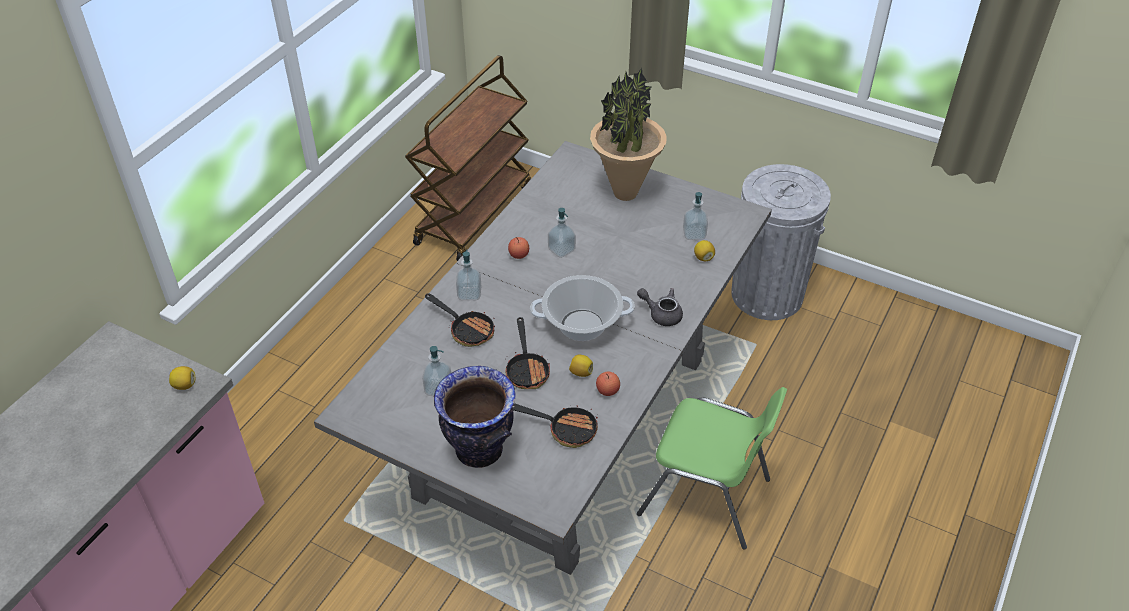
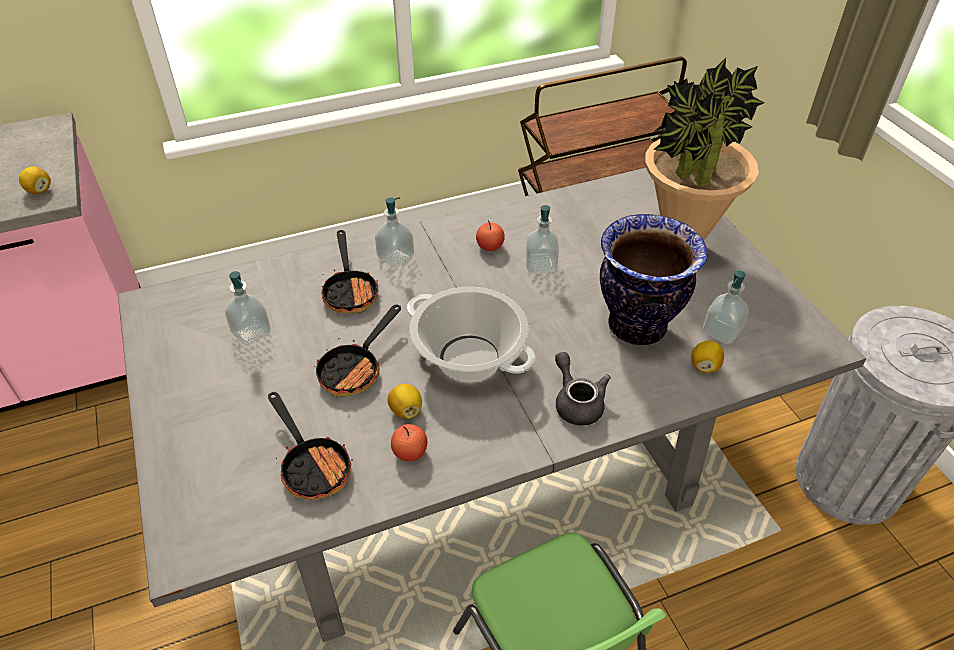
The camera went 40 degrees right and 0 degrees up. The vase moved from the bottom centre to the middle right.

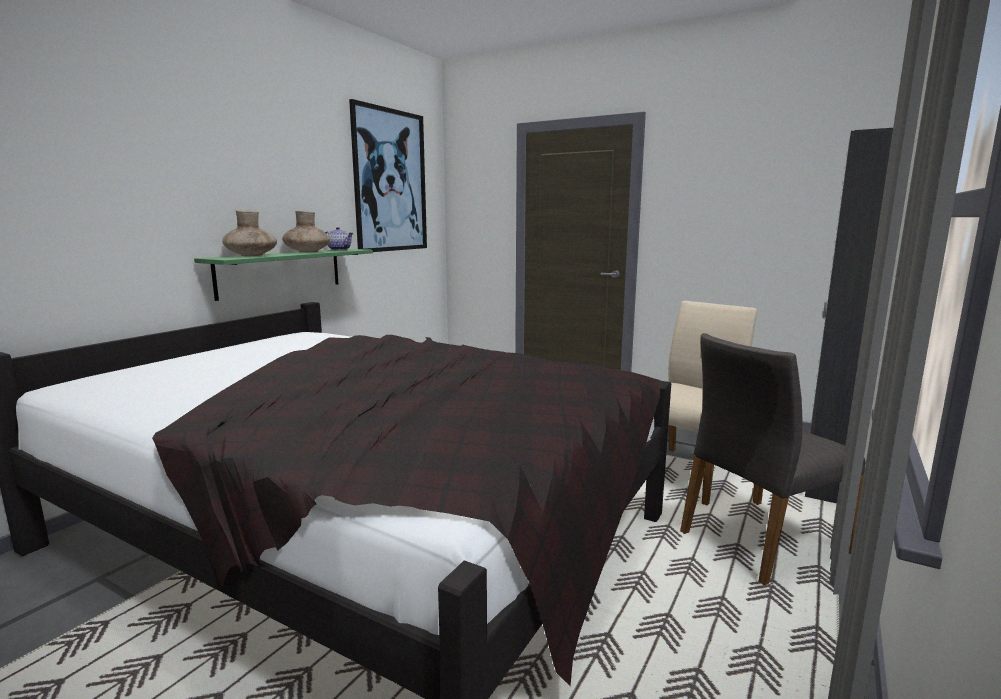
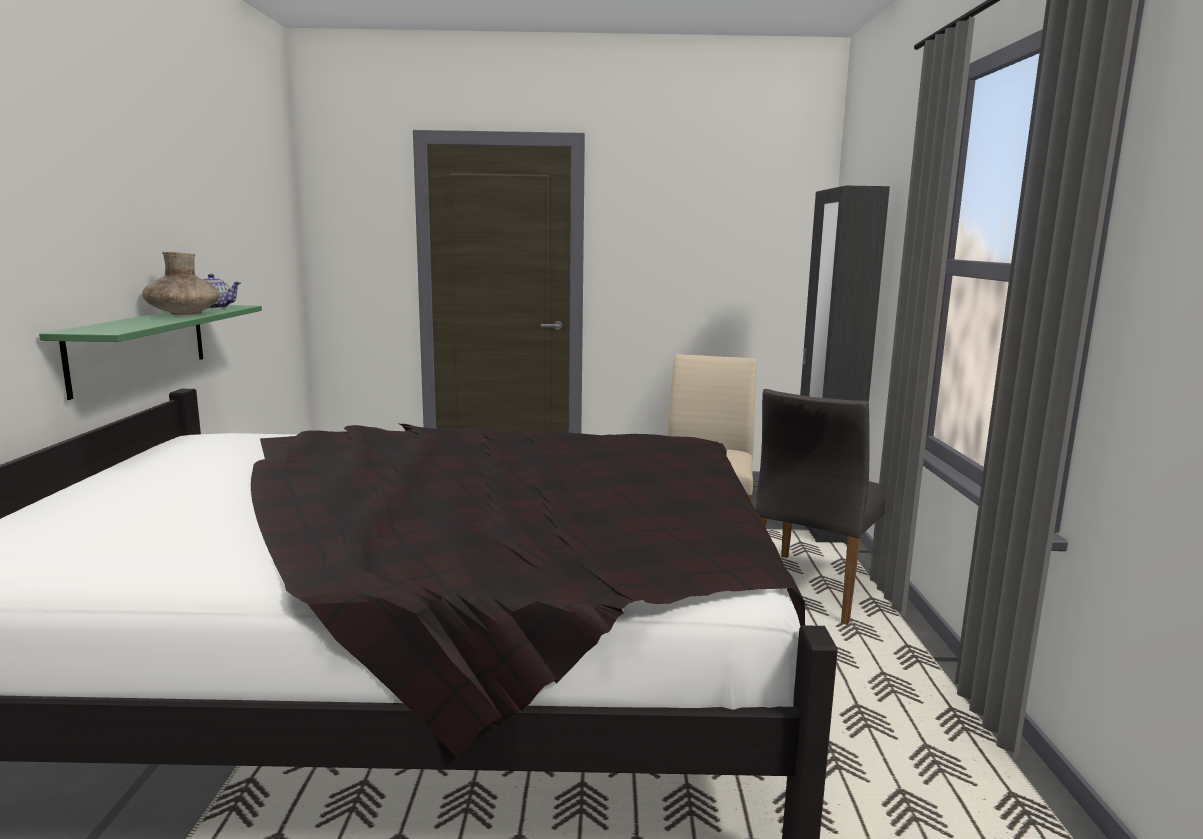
The camera went 30 degrees left and 0 degrees up. The vase (brown) (1st from left) at the middle left disappeared. The picture at the top centre disappeared.

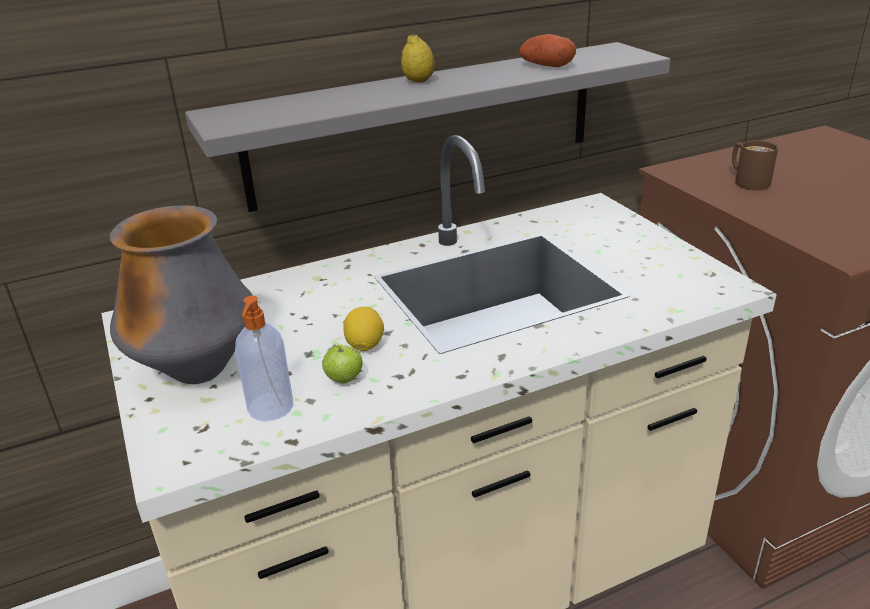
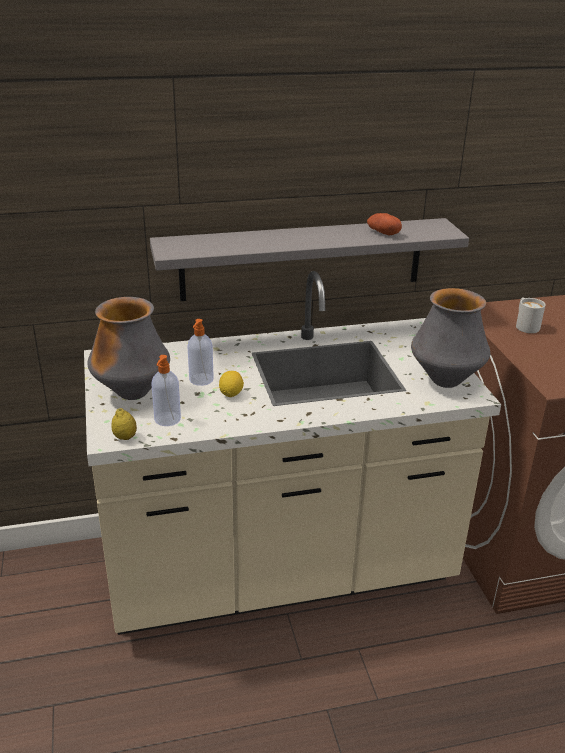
The camera went 10 degrees right and 0 degrees up. The apple at the centre disappeared. The soap dispenser (2nd from left) at the centre appeared. The vase (2nd from left) at the middle right appeared. The lemon (2nd from left in the first image) moved from the top centre to the middle left. The mug (brown) at the top right became the mug (white) at the middle right.

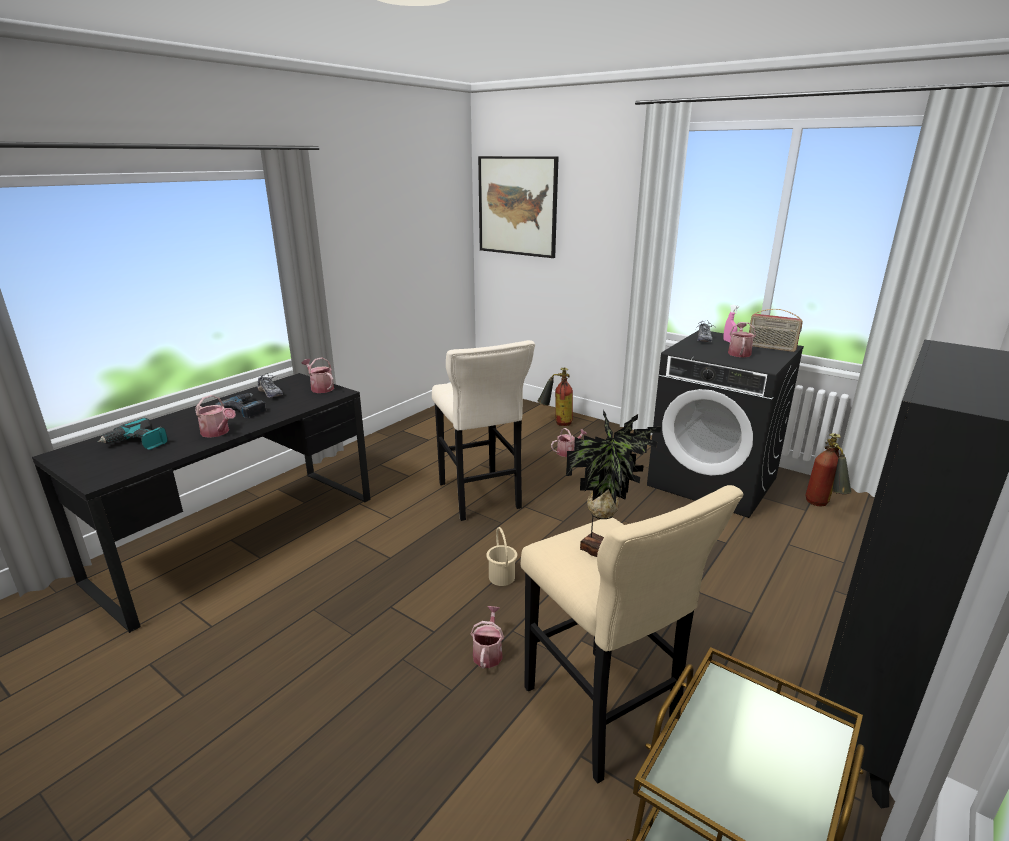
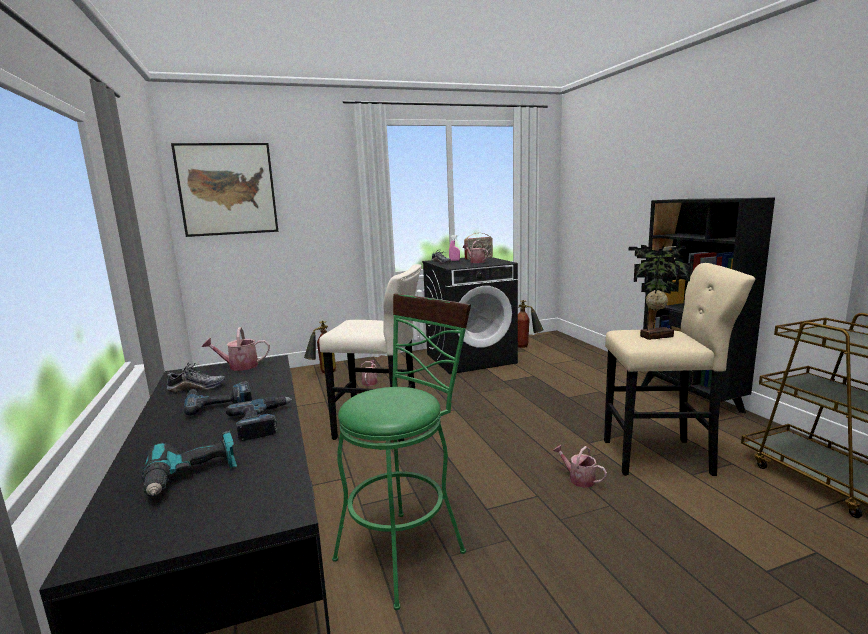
The camera went 55 degrees left and 10 degrees down. The bucket (beige) at the centre disappeared. The stool (green) at the bottom centre appeared. The watering can (1st from left) at the middle left was replaced by the power drill (3rd from left) at the middle left.

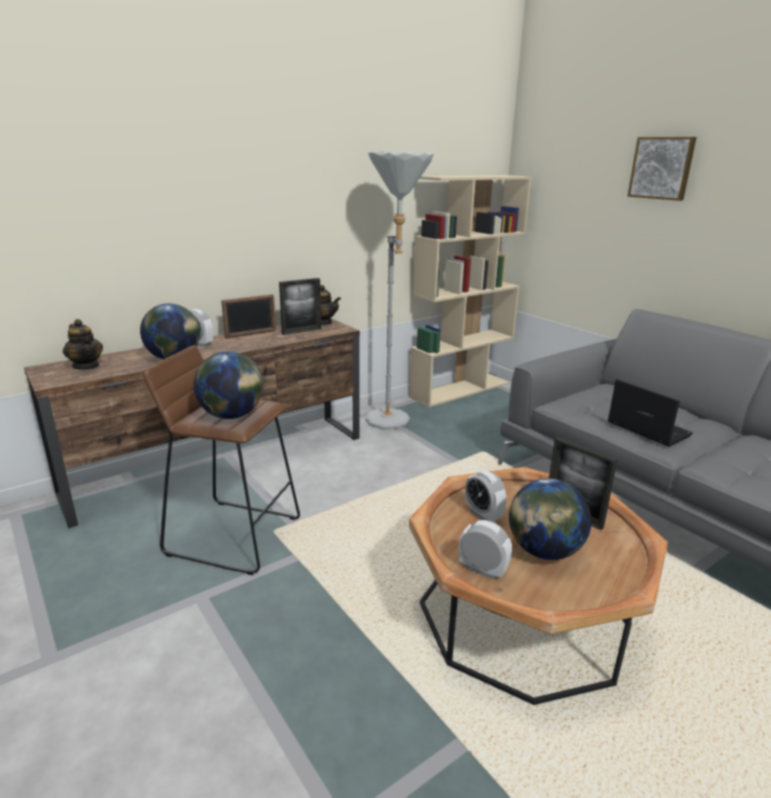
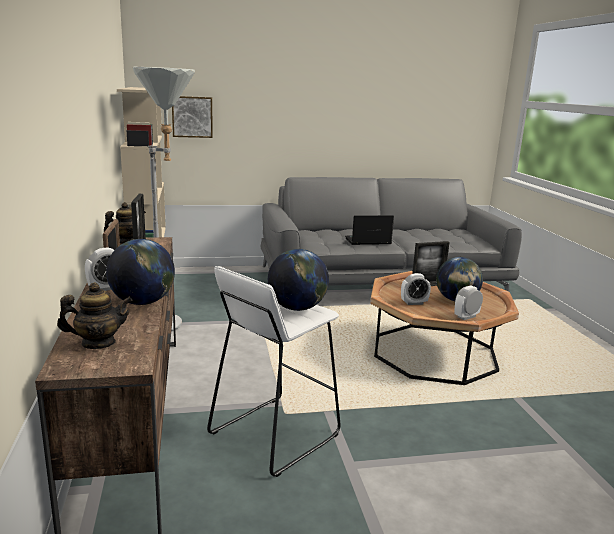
The camera went 65 degrees left and 5 degrees down. The picture moved from the top right to the top left. The stool (brown) at the middle left became the stool (white) at the bottom centre.

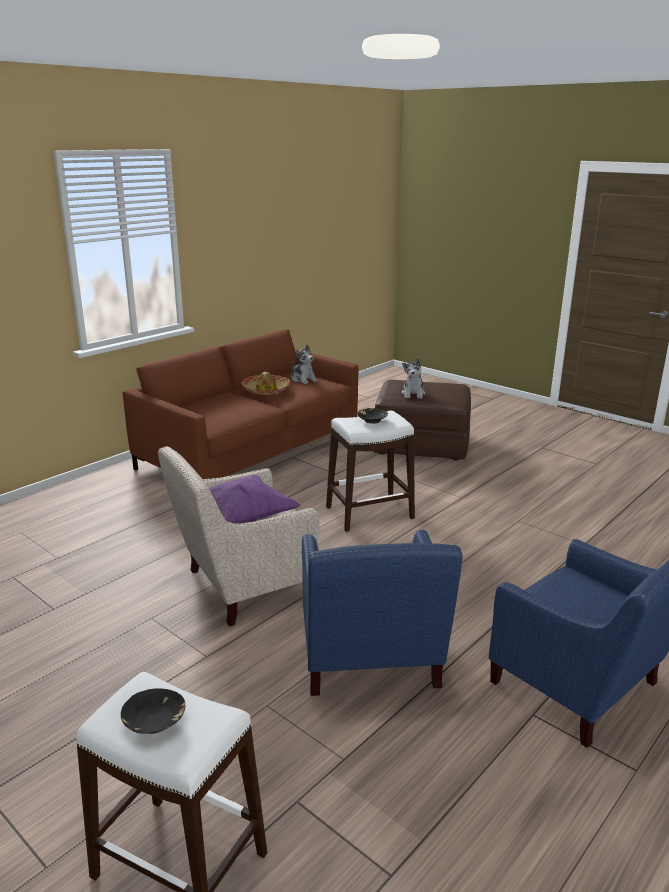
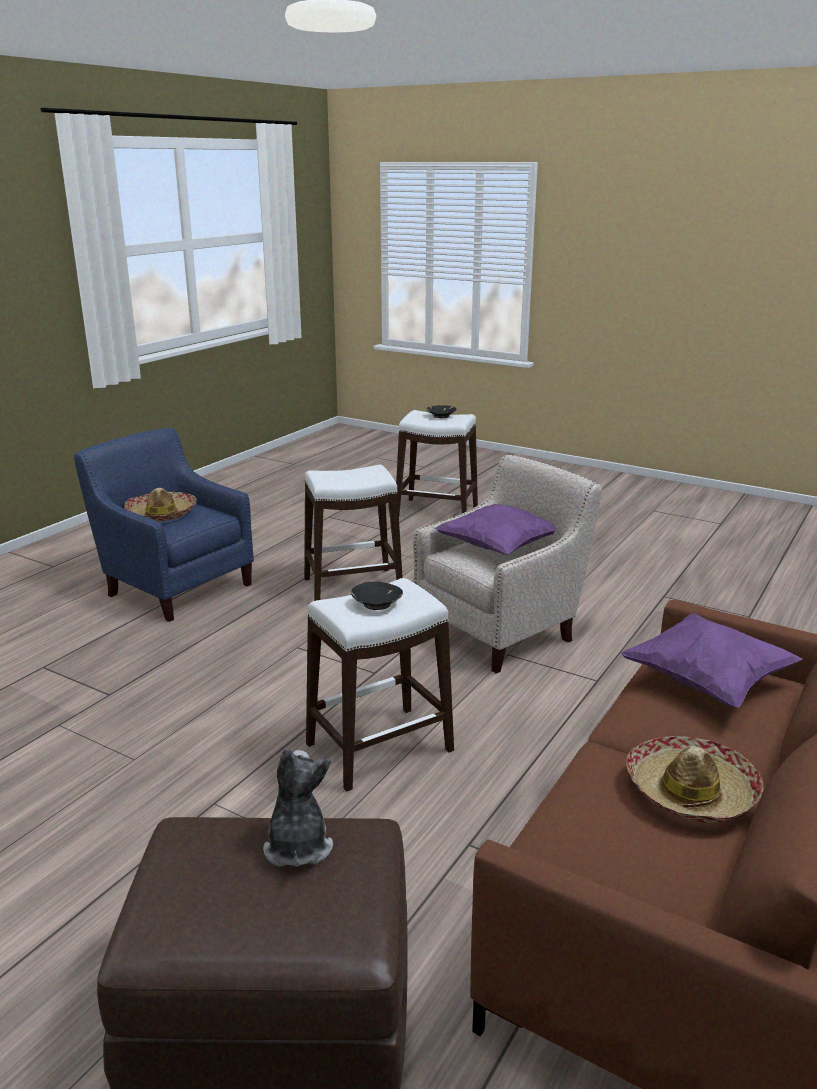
The camera went 170 degrees right and 0 degrees up. The plush toy (1st from left) at the centre disappeared. The hat (1st from left) at the middle left appeared. The pillow (purple) (2nd from left) at the middle right appeared. The armchair (blue) (1st from left) at the bottom centre was replaced by the stool (white) (1st from left) at the centre.

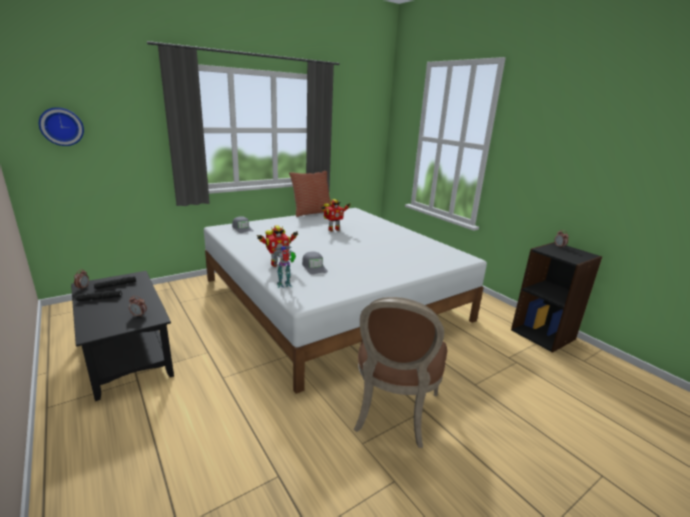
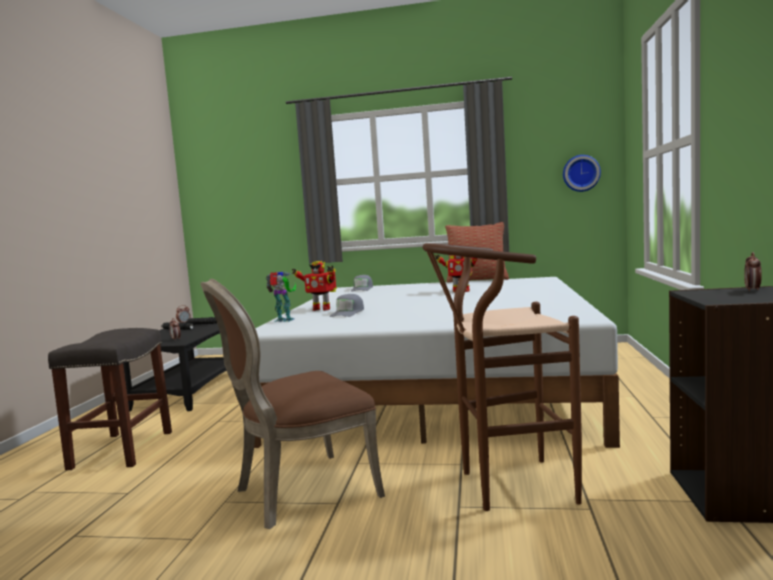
The camera went 45 degrees right and 15 degrees down. The stool (grey) at the bottom left appeared. The stool (brown) at the centre appeared. The wall clock moved from the top left to the top right.

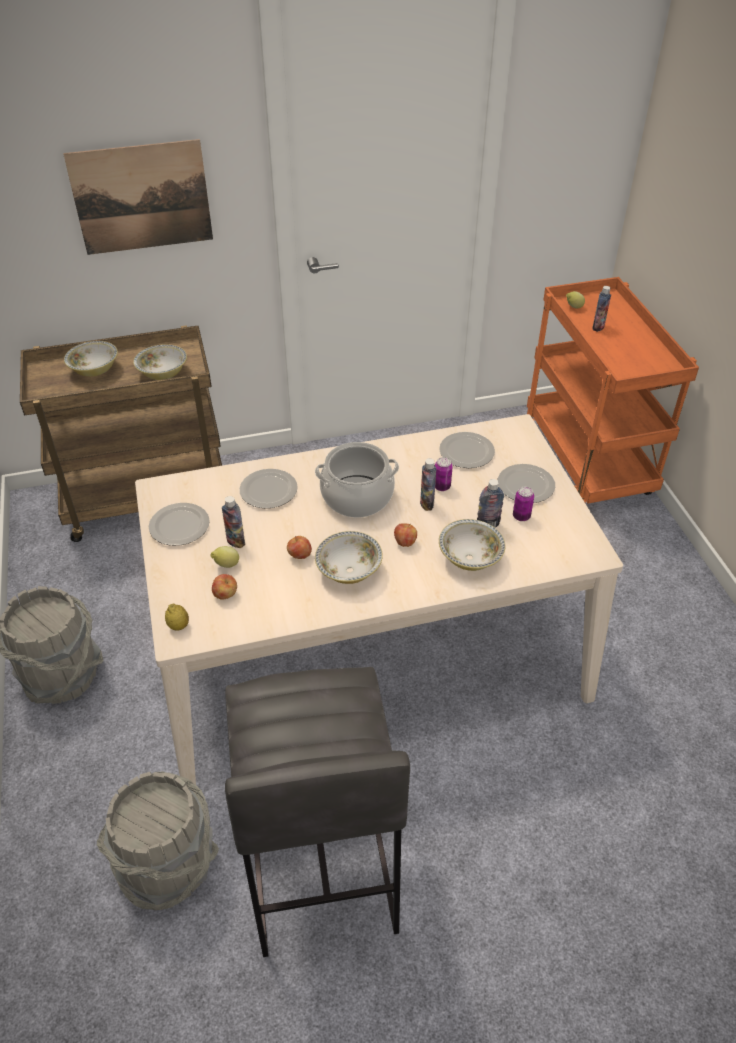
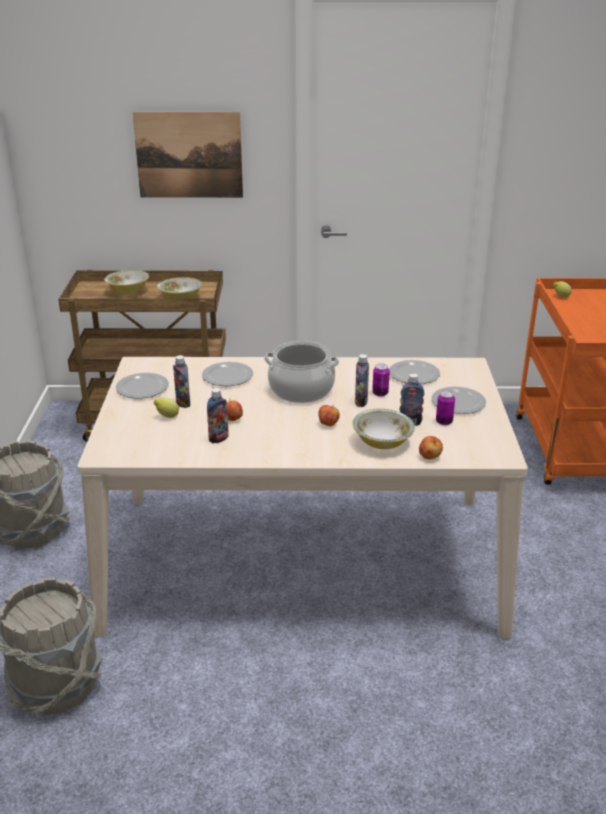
The camera went 15 degrees right and 15 degrees down. The lemon (1st from left) at the middle left disappeared. The stool (grey) at the bottom centre disappeared. The bowl (3rd from left) at the centre disappeared. The apple (1st from left in the first image) moved from the middle left to the middle right. The bottle (4th from left in the first image) moved from the top right to the centre.

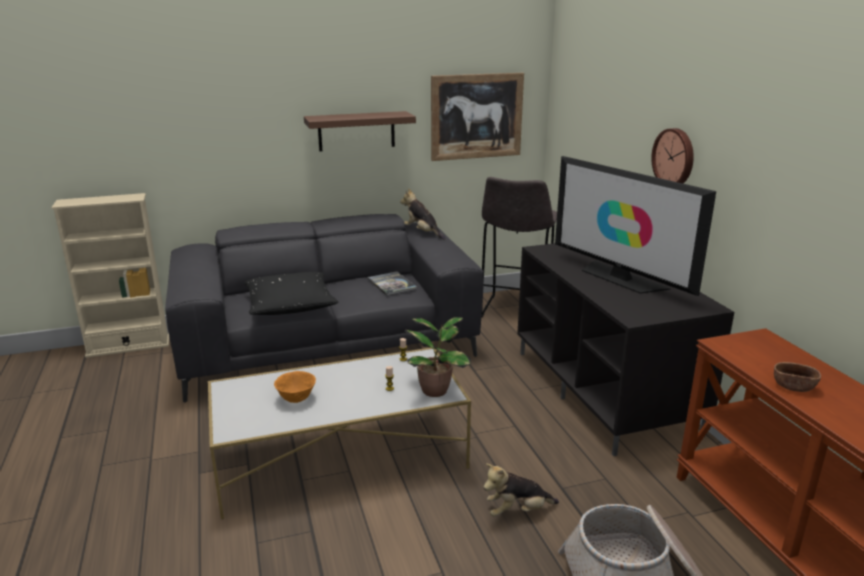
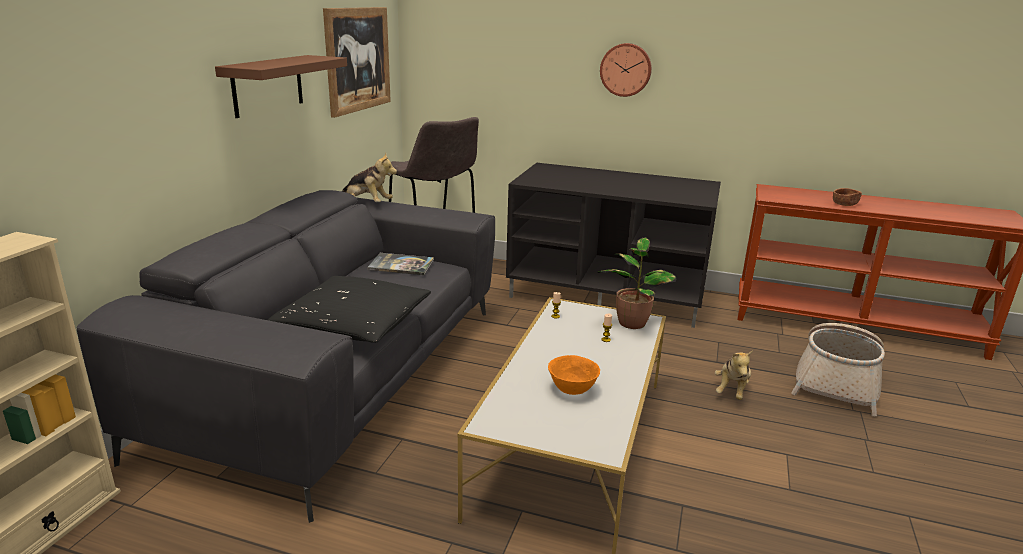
The camera went 55 degrees left and 0 degrees up. The television at the middle right disappeared. The plush toy (1st from left) at the centre turned 150 degrees counterclockwise.

